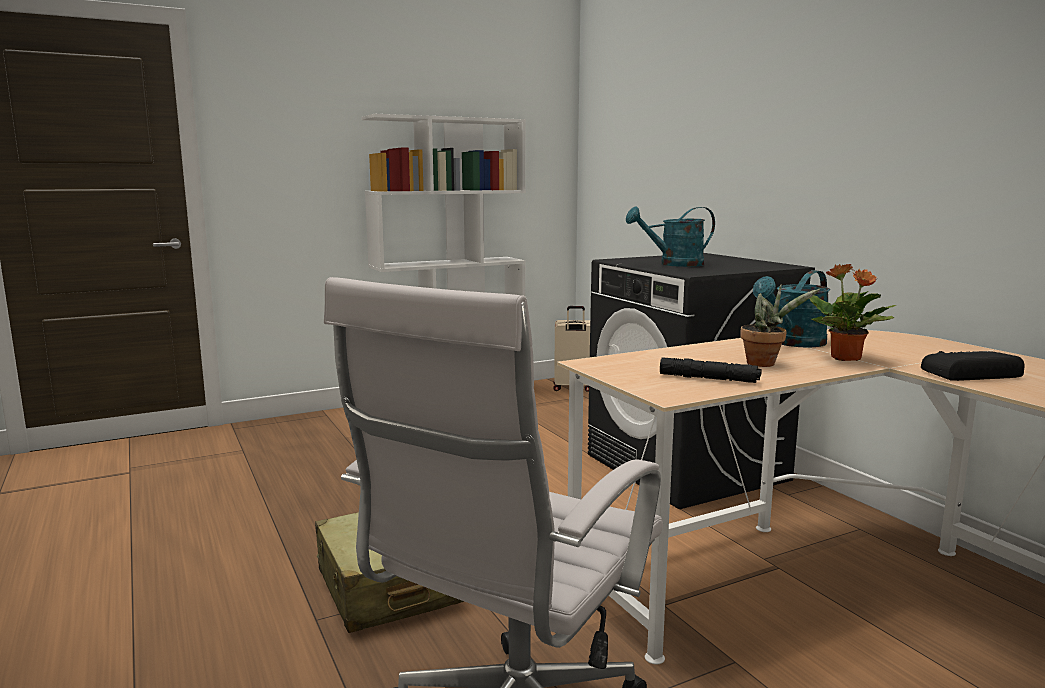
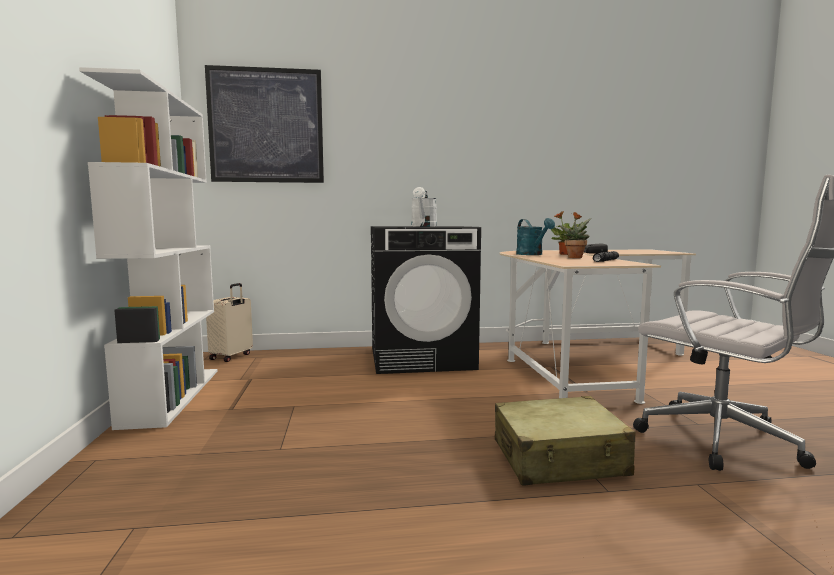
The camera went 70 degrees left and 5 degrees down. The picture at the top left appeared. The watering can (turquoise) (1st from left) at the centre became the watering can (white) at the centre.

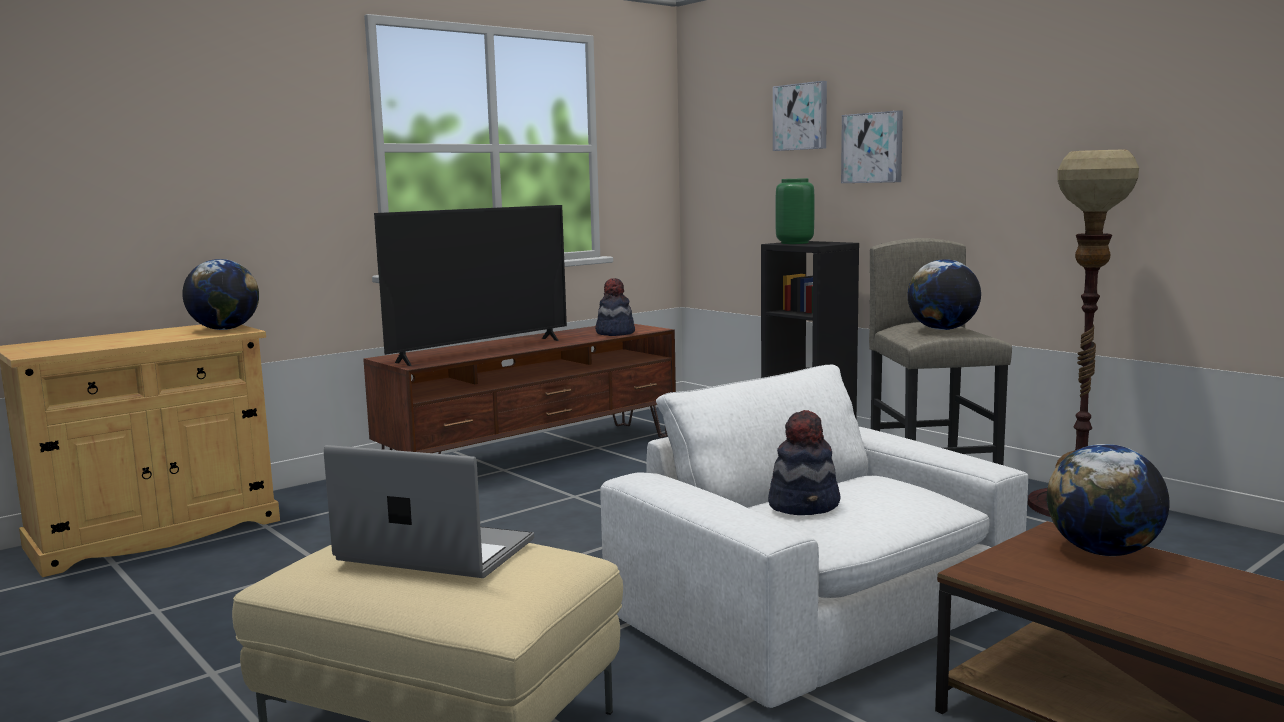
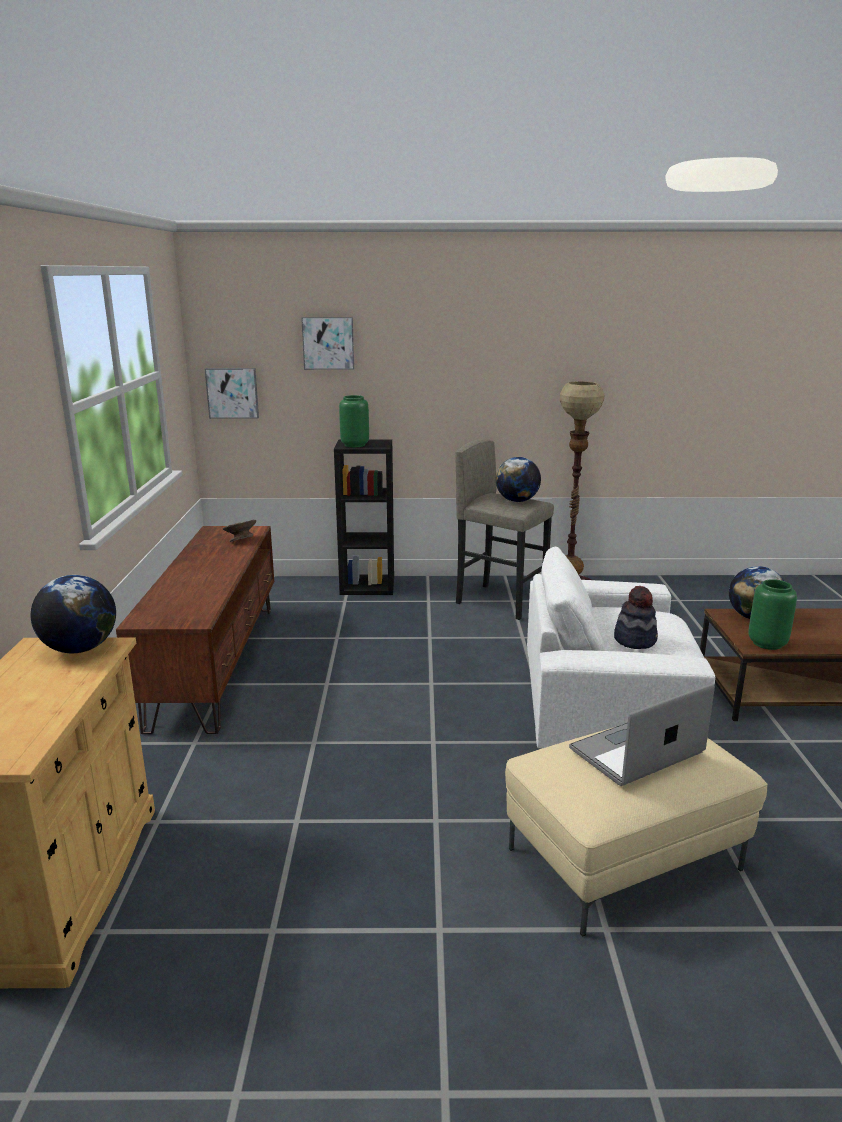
The camera went 50 degrees left and 10 degrees up. The television at the centre disappeared. The vase (green) (2nd from left) at the middle right appeared. The picture (2nd from left in the first image) moved from the top right to the middle left. The hat (1st from left) at the centre was replaced by the bowl (grey) at the middle left.

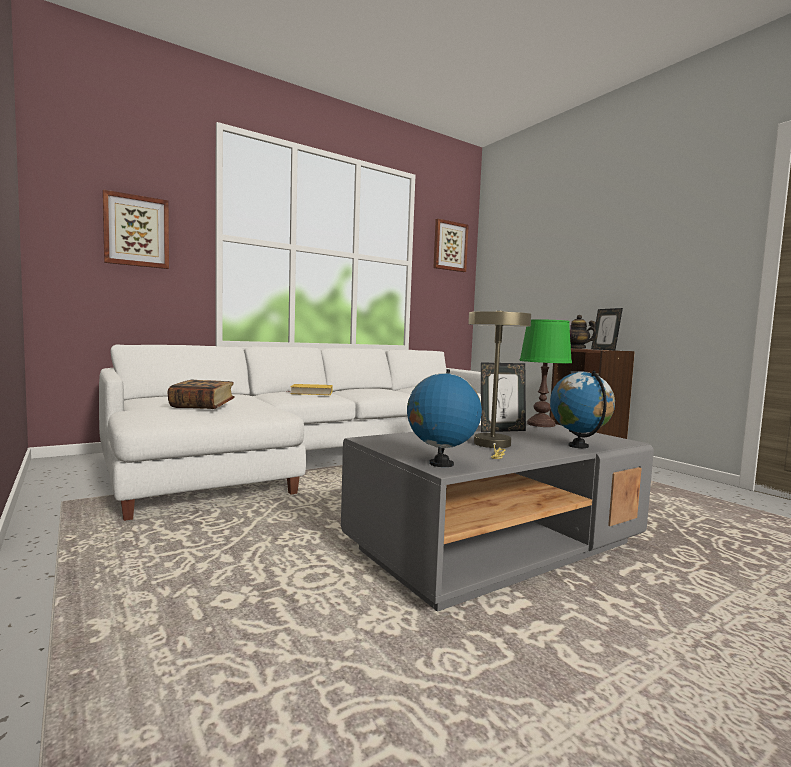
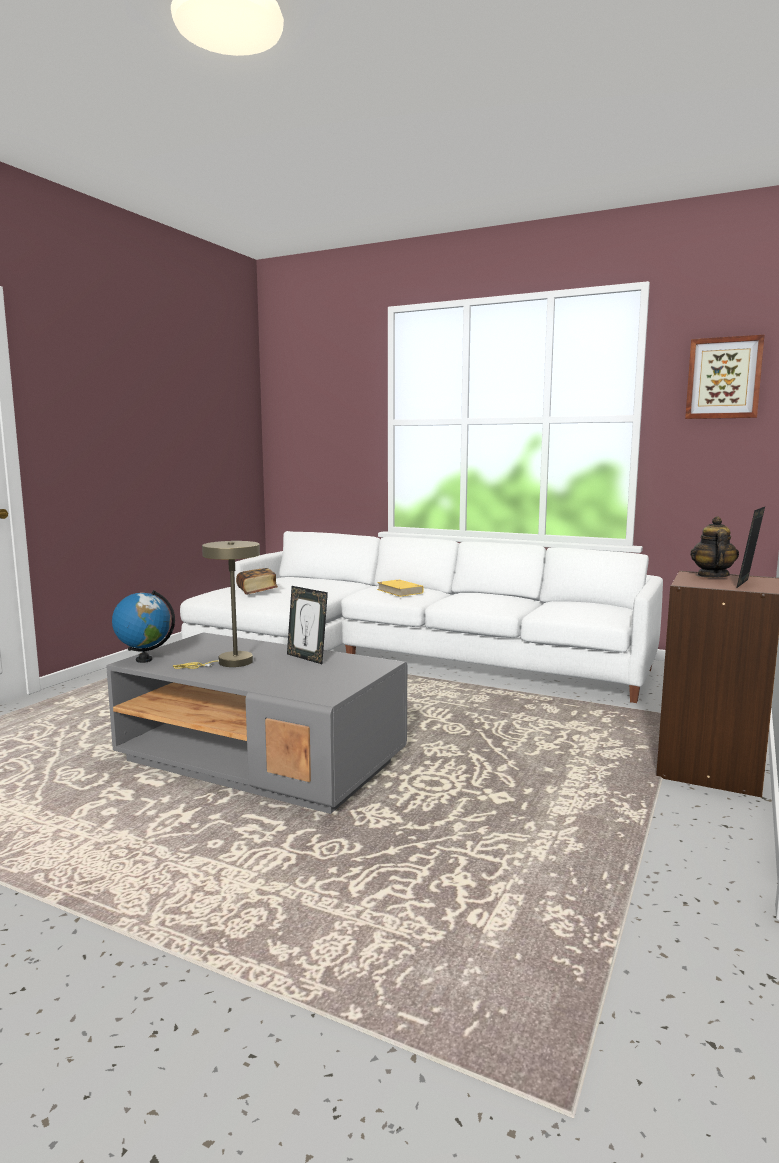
The camera went 60 degrees right and 5 degrees up. The picture (1st from left) at the top left disappeared. The table lamp (green) at the middle right disappeared. The globe (2nd from left) at the middle right disappeared.

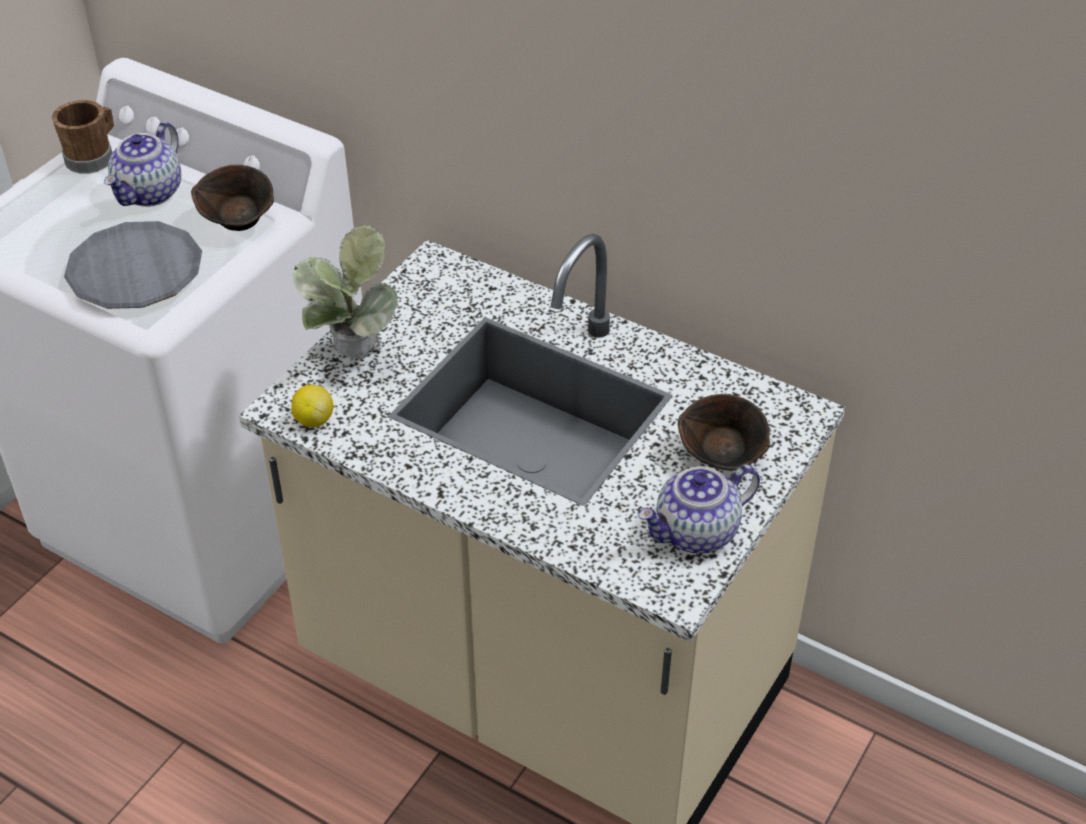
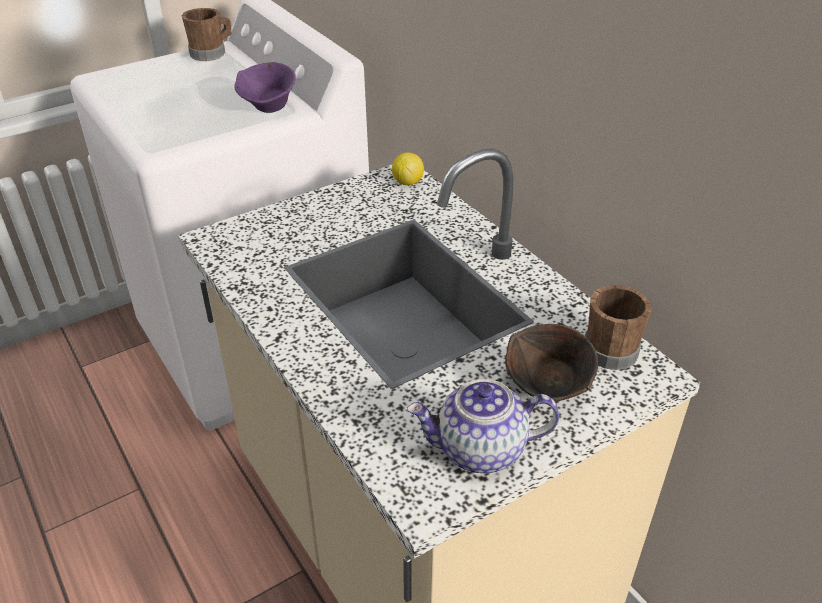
The camera went 25 degrees right and 5 degrees down. The plate (grey) at the top left disappeared. The teapot (1st from left) at the top left disappeared. The potted plant at the middle left disappeared. The mug (brown) (2nd from left) at the middle right appeared. The lemon moved from the middle left to the top centre. The bowl (brown) (1st from left) at the top left became the bowl (purple) at the top left.

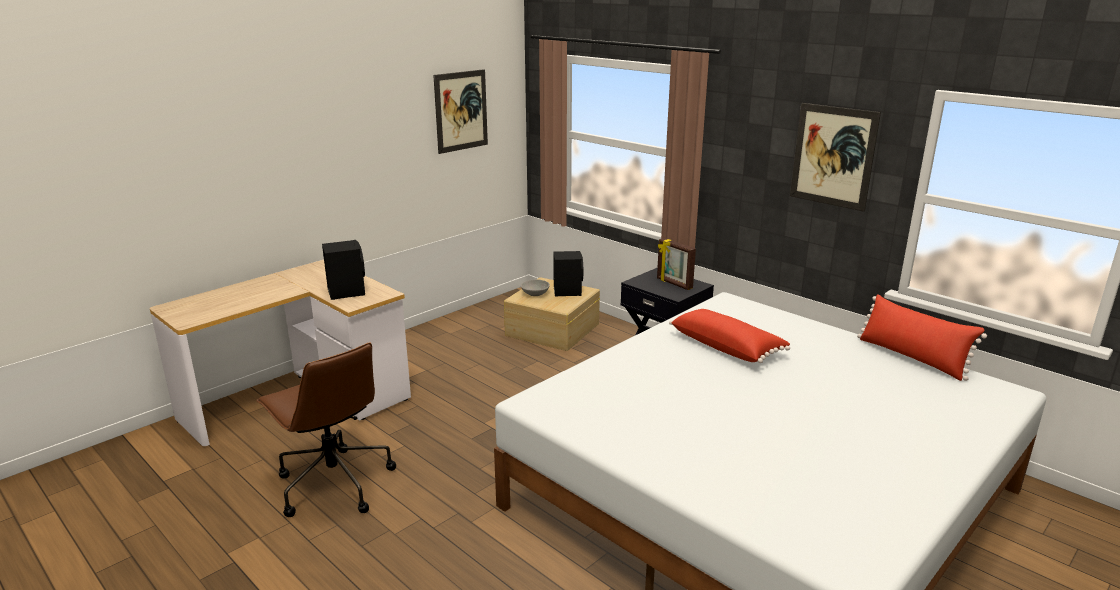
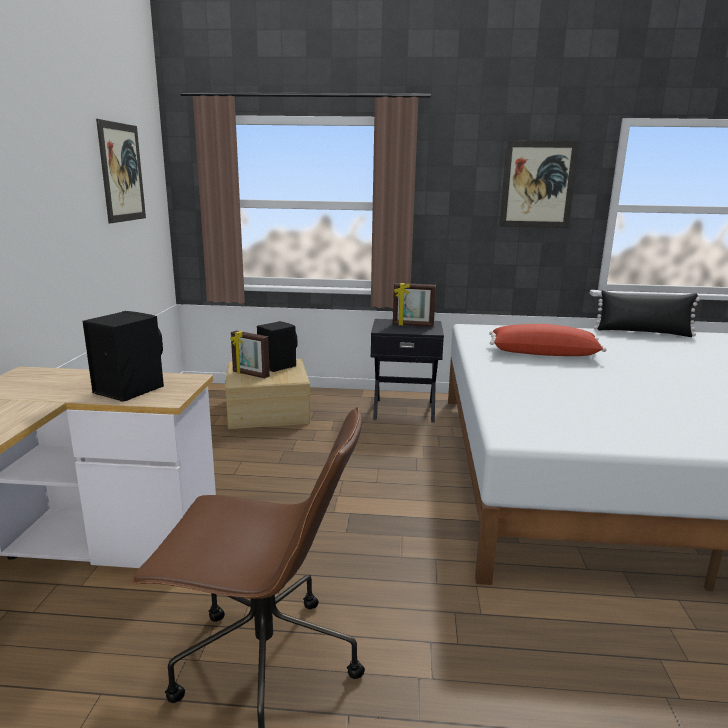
The camera went 40 degrees left and 5 degrees down. The bowl (grey) at the centre was replaced by the picture frame (1st from left) at the centre. The pillow (red) (2nd from left) at the middle right became the pillow (black) at the middle right.

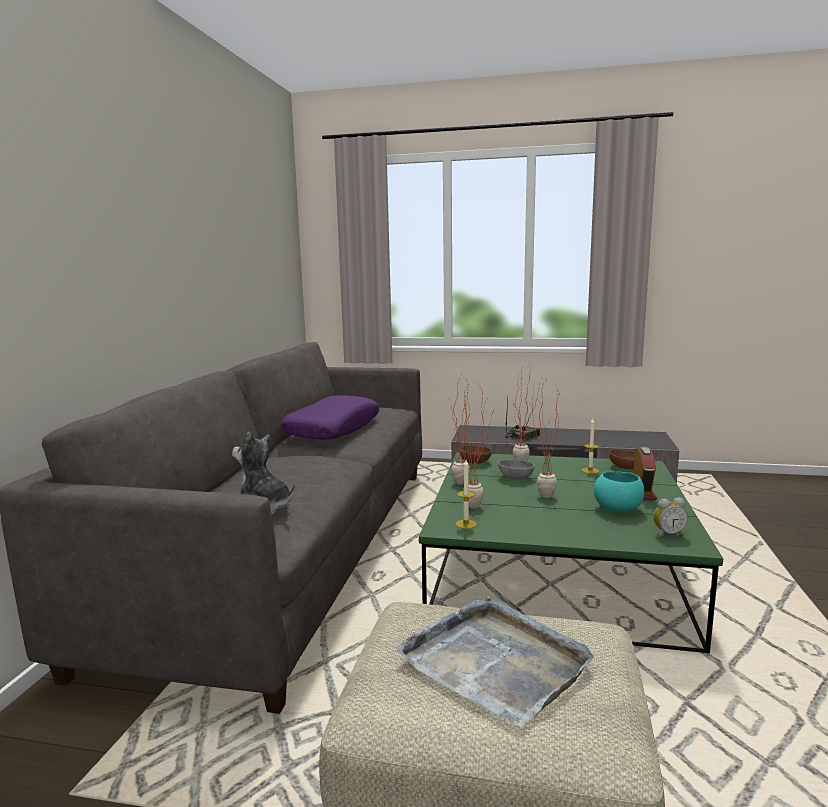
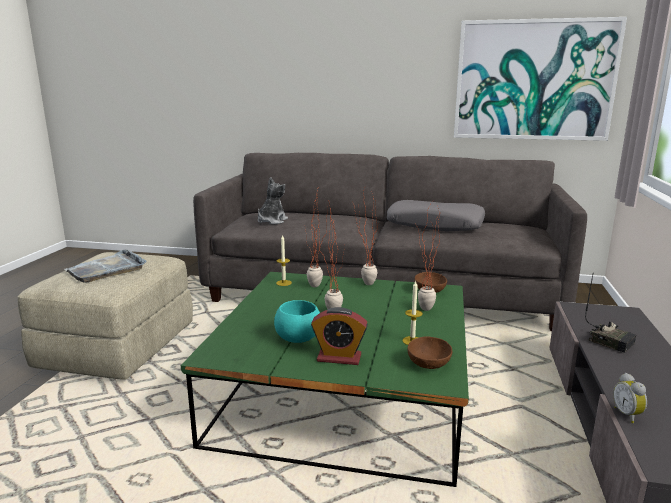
The camera went 90 degrees right and 5 degrees up. The bowl (grey) at the centre disappeared. The picture at the top right appeared. The alarm clock (2nd from left) moved from the middle right to the bottom right. The pillow (purple) at the centre became the pillow (grey) at the centre.

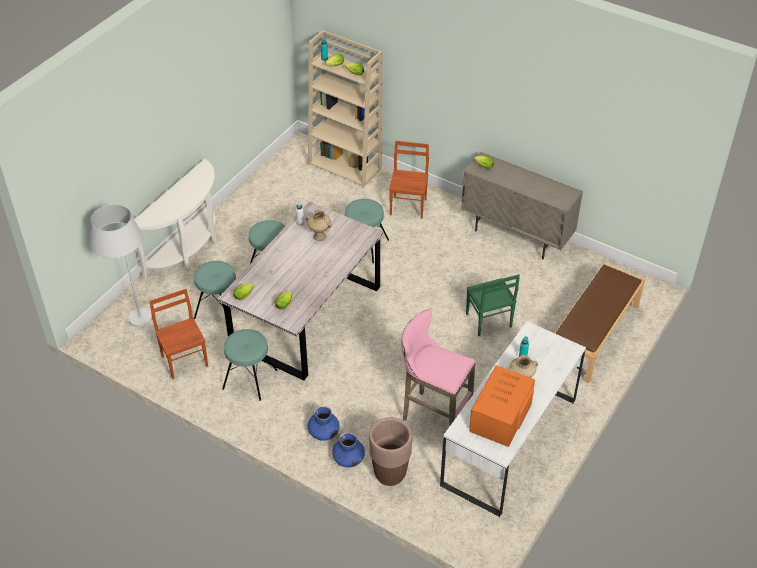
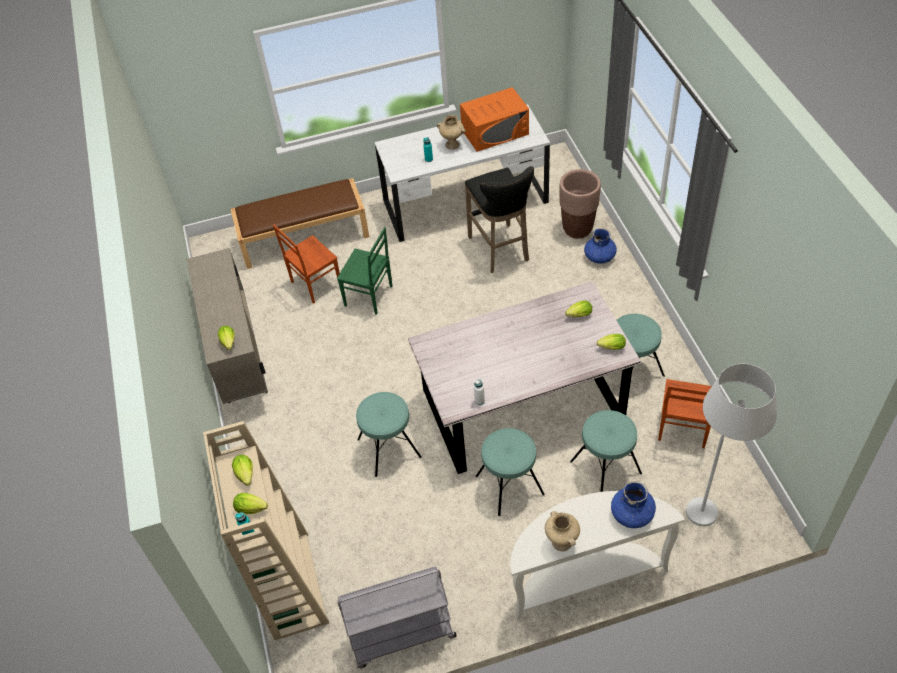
The camera went 135 degrees left and 5 degrees up. The cart (grey) at the bottom centre appeared. The vase (beige) (1st from left in the first image) moved from the centre to the bottom centre. The vase (blue) (1st from left in the first image) moved from the bottom centre to the bottom right. The chair (brown) (2nd from left in the first image) moved from the top centre to the centre. The stool (pink) at the centre became the stool (black) at the top centre. The chair (green) at the centre turned 90 degrees clockwise.

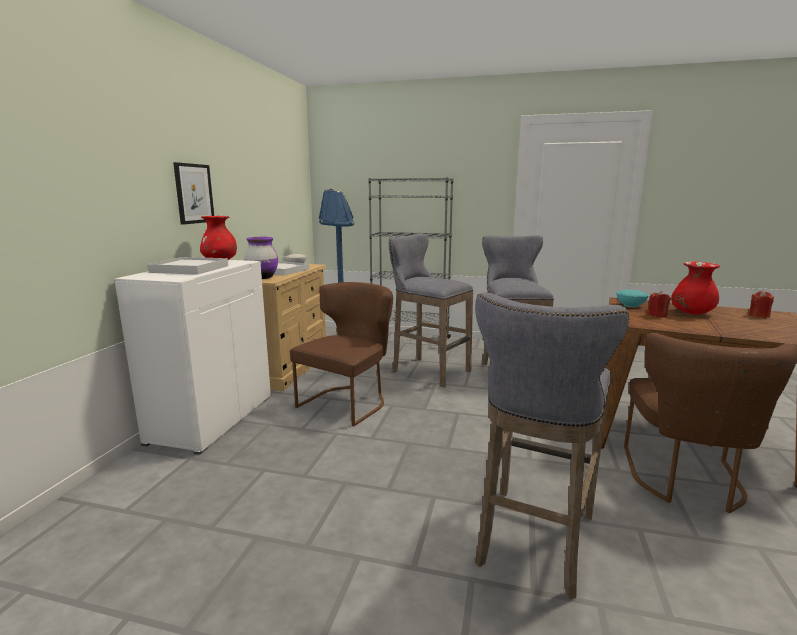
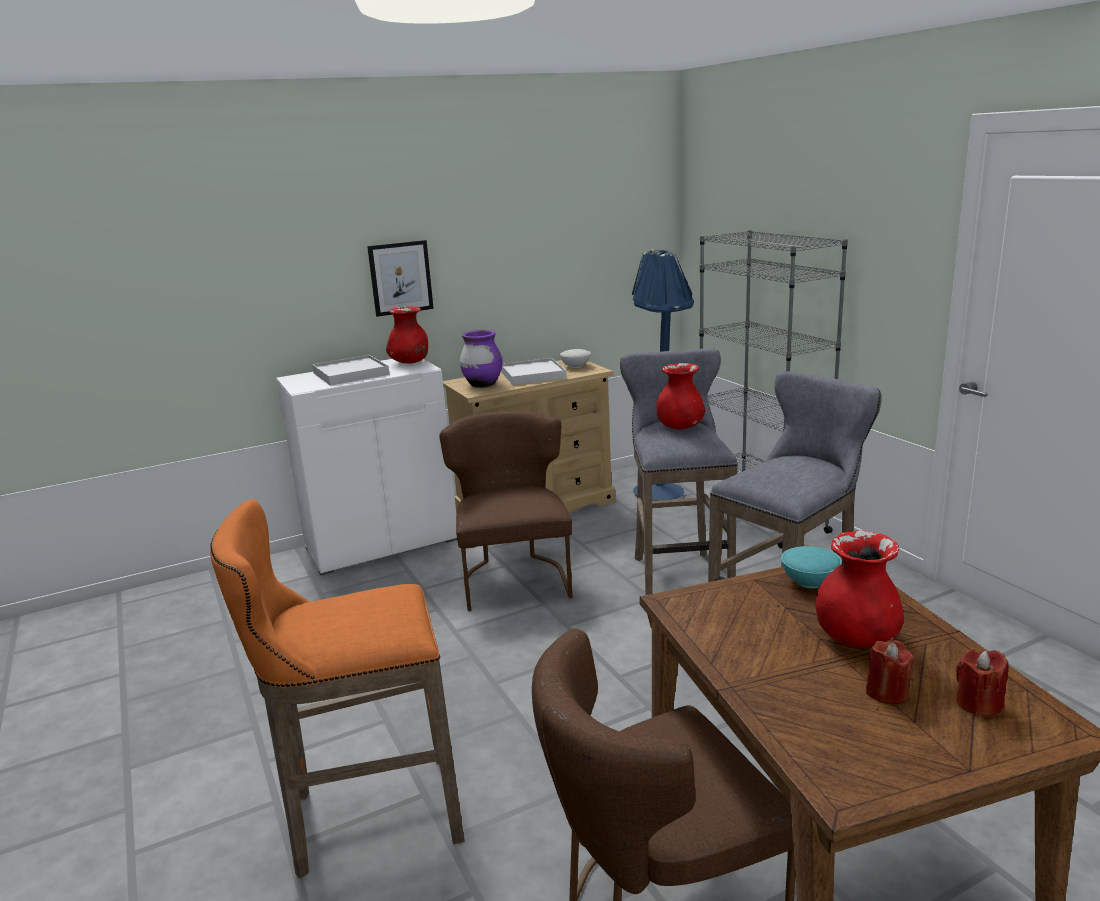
The camera went 50 degrees right and 5 degrees up. The vase (red) (2nd from left) at the centre appeared. The candle (red) (1st from left) moved from the middle right to the bottom right. The stool (grey) (3rd from left) at the bottom right became the stool (orange) at the bottom left. The chair (brown) (1st from left) at the centre turned 90 degrees counterclockwise.

